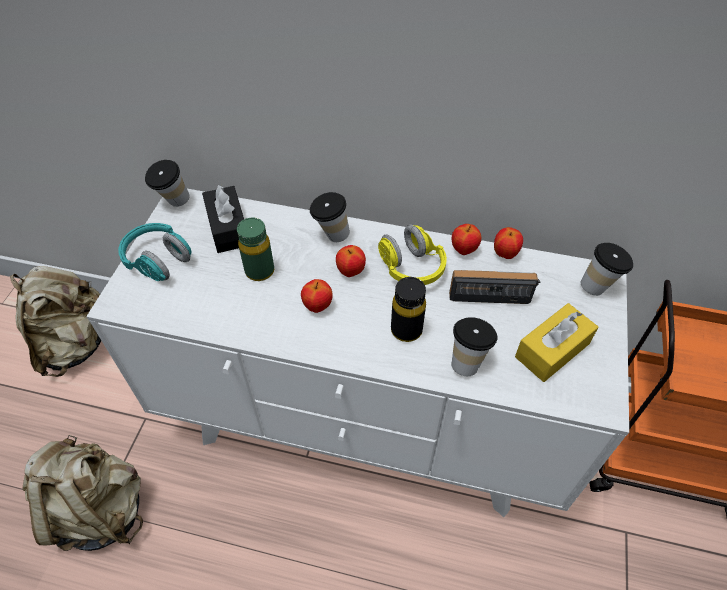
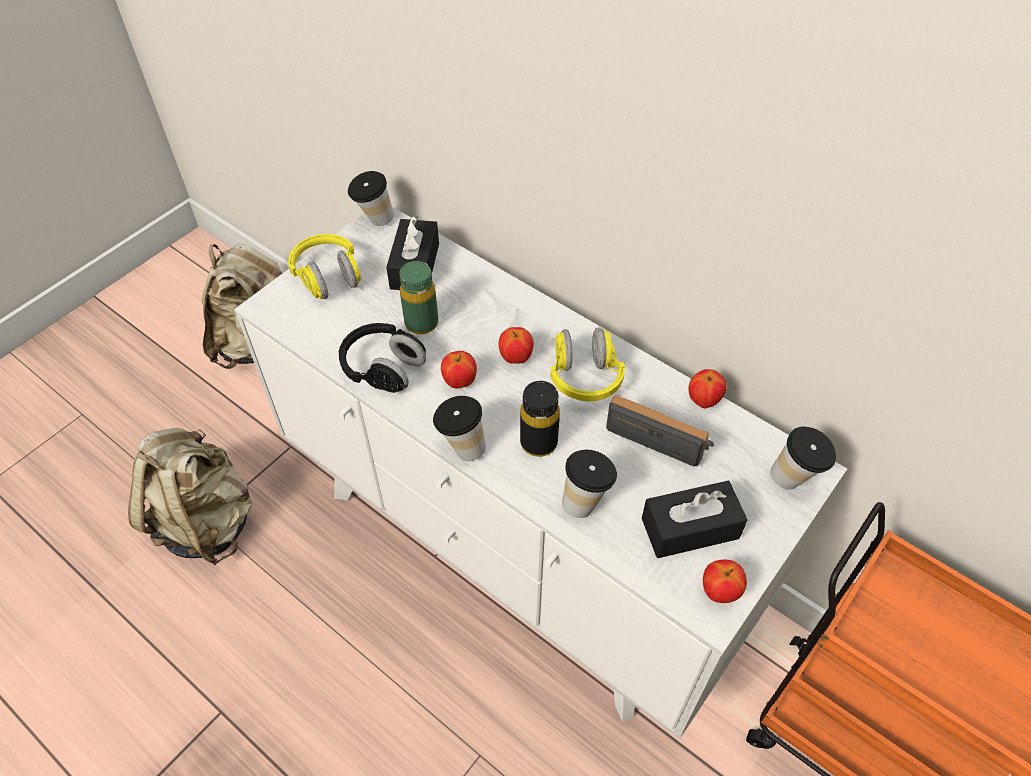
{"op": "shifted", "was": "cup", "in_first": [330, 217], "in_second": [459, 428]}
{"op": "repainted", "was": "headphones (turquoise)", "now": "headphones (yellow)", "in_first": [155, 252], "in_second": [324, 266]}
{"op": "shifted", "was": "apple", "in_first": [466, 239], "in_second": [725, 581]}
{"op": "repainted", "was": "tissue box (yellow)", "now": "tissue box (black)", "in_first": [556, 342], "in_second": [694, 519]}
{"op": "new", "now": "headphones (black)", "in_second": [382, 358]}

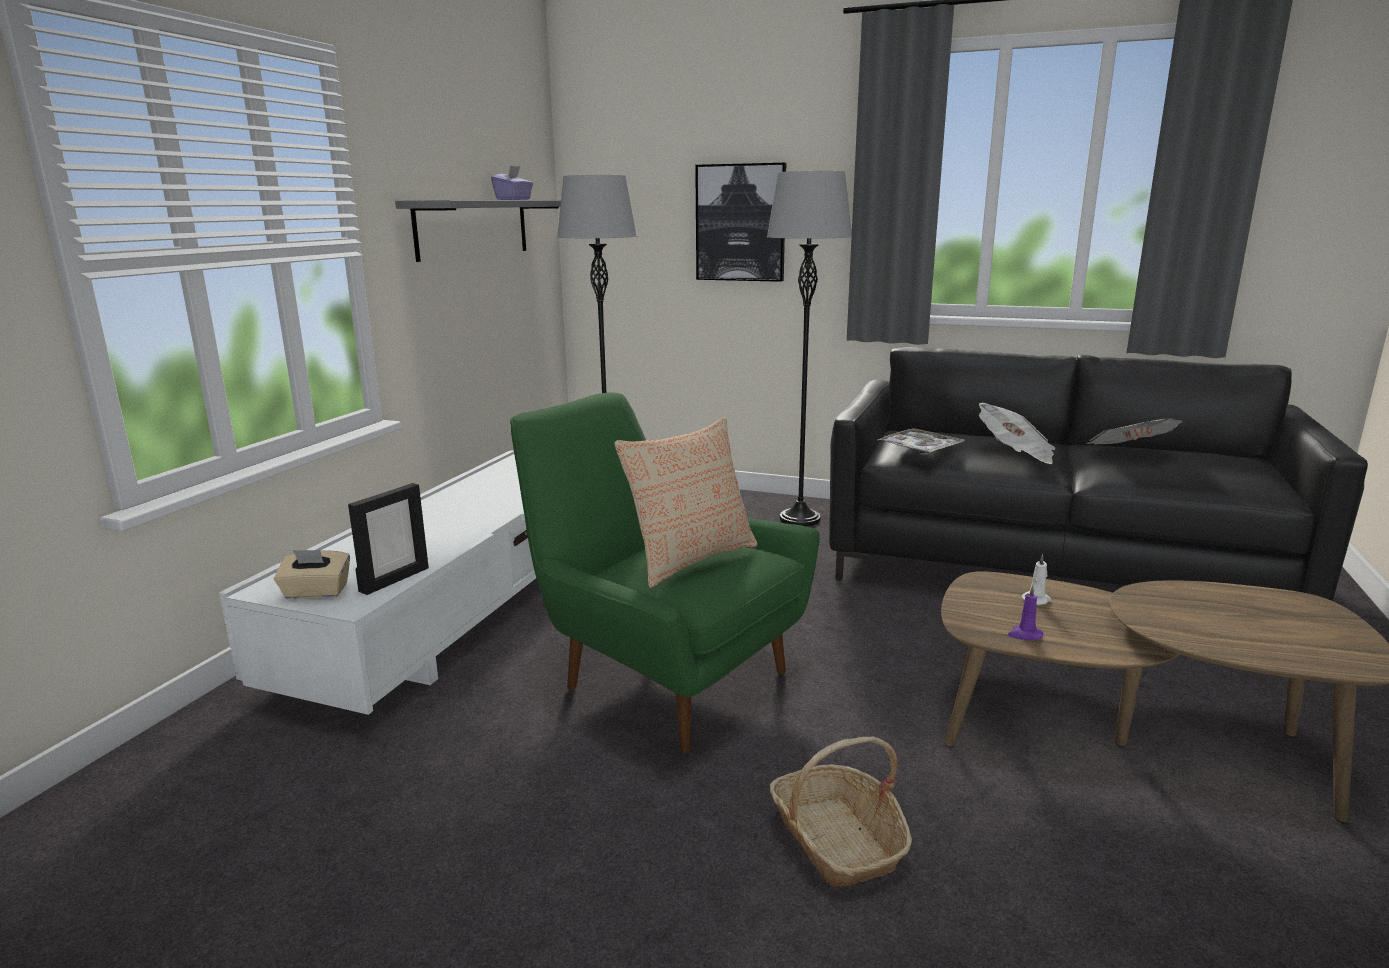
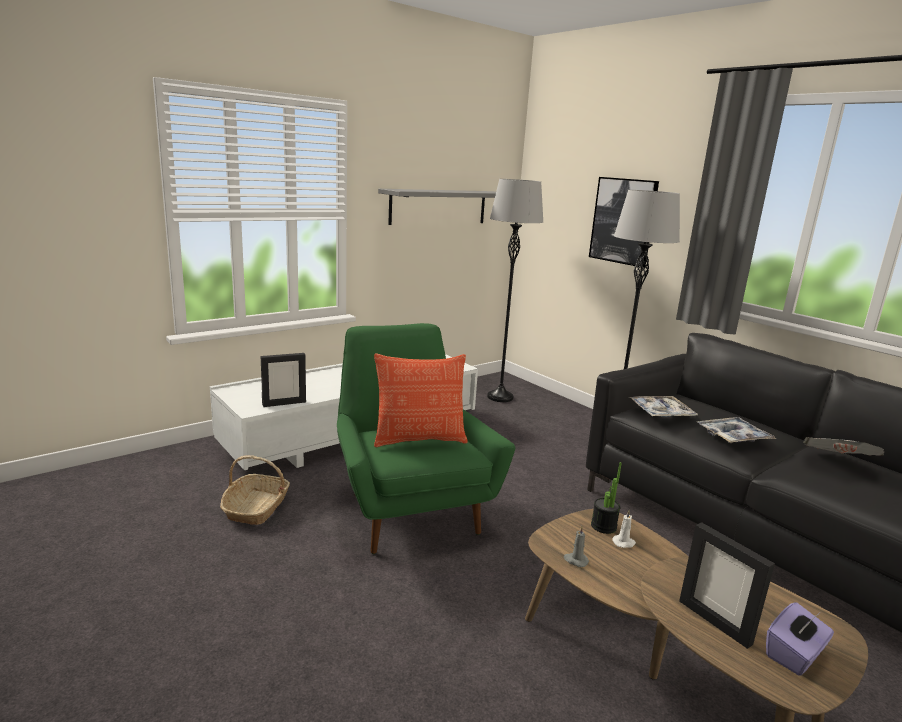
{"op": "shifted", "was": "tissue box (purple)", "in_first": [512, 182], "in_second": [800, 639]}
{"op": "swapped", "was": "newspaper", "now": "tray", "in_first": [1017, 433], "in_second": [736, 430]}
{"op": "repainted", "was": "pillow (beige)", "now": "pillow (orange)", "in_first": [686, 502], "in_second": [421, 400]}
{"op": "gone", "was": "tissue box (beige)", "in_first": [312, 574]}
{"op": "repainted", "was": "candle (purple)", "now": "candle (grey)", "in_first": [1025, 612], "in_second": [576, 546]}
{"op": "shifted", "was": "basket", "in_first": [841, 811], "in_second": [255, 490]}
{"op": "new", "now": "potted plant", "in_second": [606, 498]}
{"op": "new", "now": "picture frame", "in_second": [727, 585]}

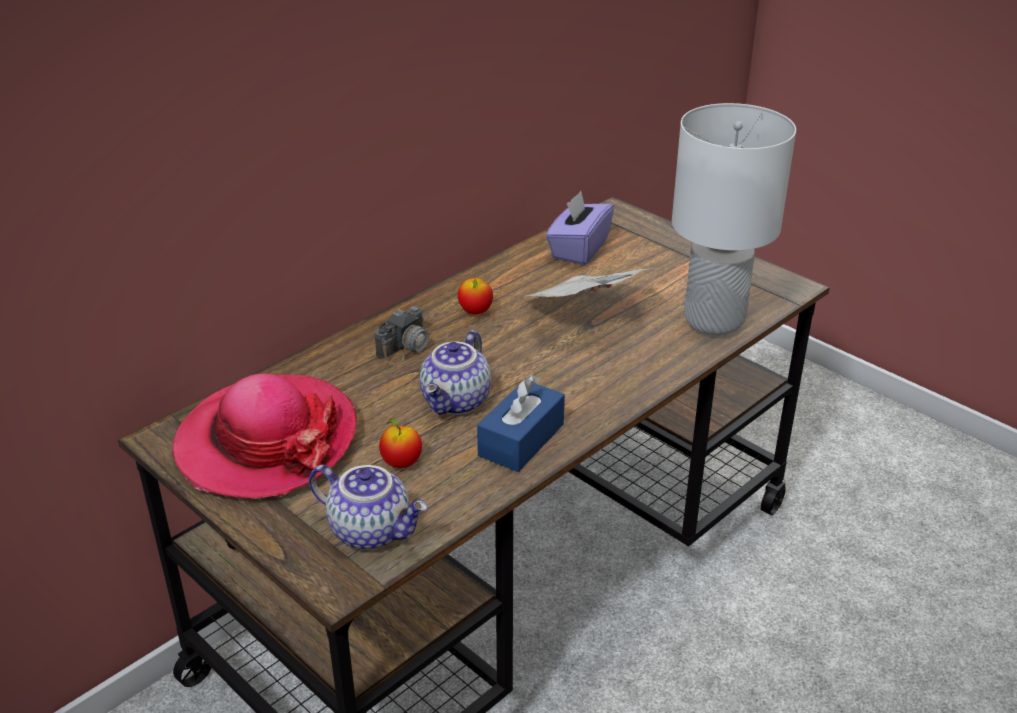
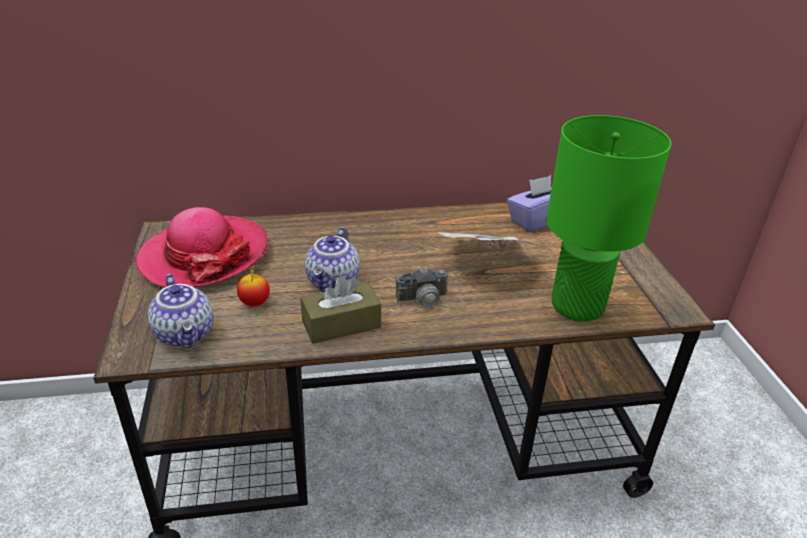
{"op": "repainted", "was": "table lamp (white)", "now": "table lamp (green)", "in_first": [734, 219], "in_second": [608, 218]}
{"op": "gone", "was": "apple", "in_first": [475, 296]}
{"op": "shifted", "was": "photo camera", "in_first": [412, 335], "in_second": [429, 288]}
{"op": "rotated", "was": "teapot", "in_first": [455, 372], "in_second": [332, 259], "clockwise": -45}
{"op": "repainted", "was": "tissue box (blue)", "now": "tissue box (brown)", "in_first": [521, 423], "in_second": [340, 310]}

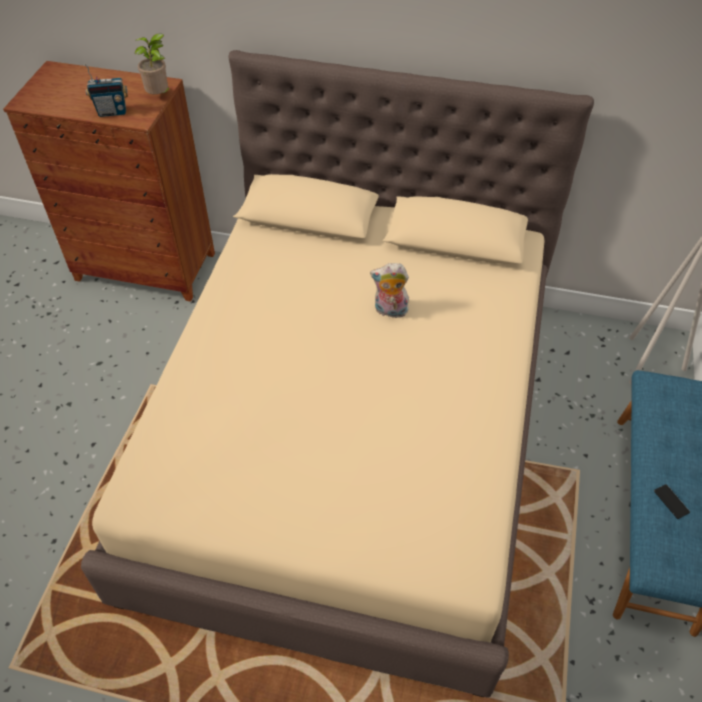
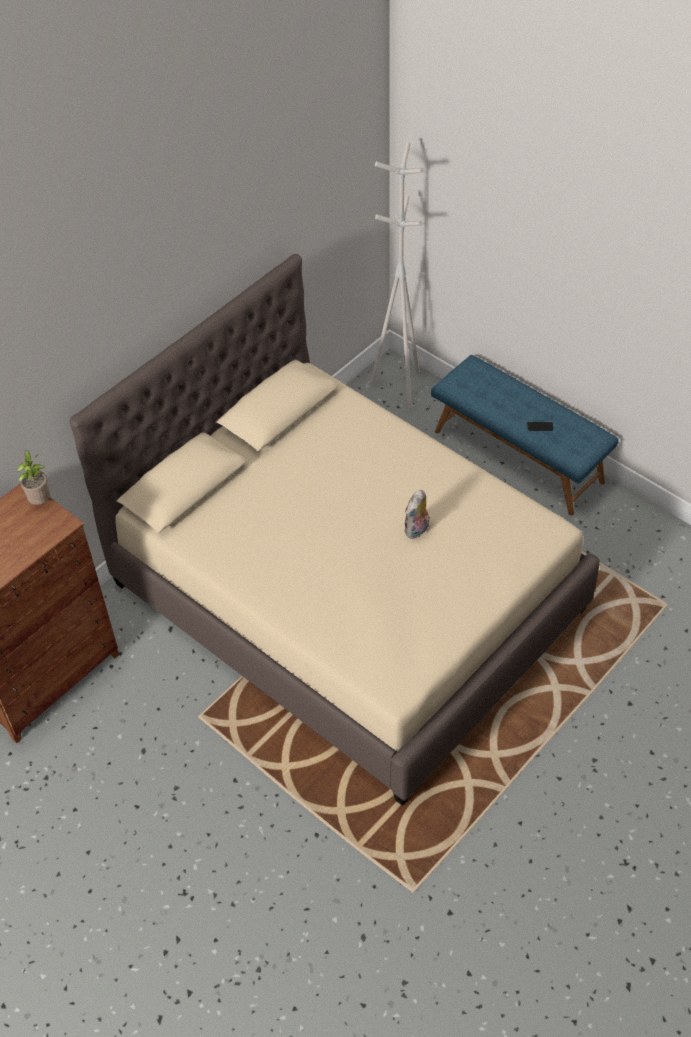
{"op": "gone", "was": "radio", "in_first": [106, 90]}
{"op": "shifted", "was": "plush toy", "in_first": [389, 290], "in_second": [417, 514]}

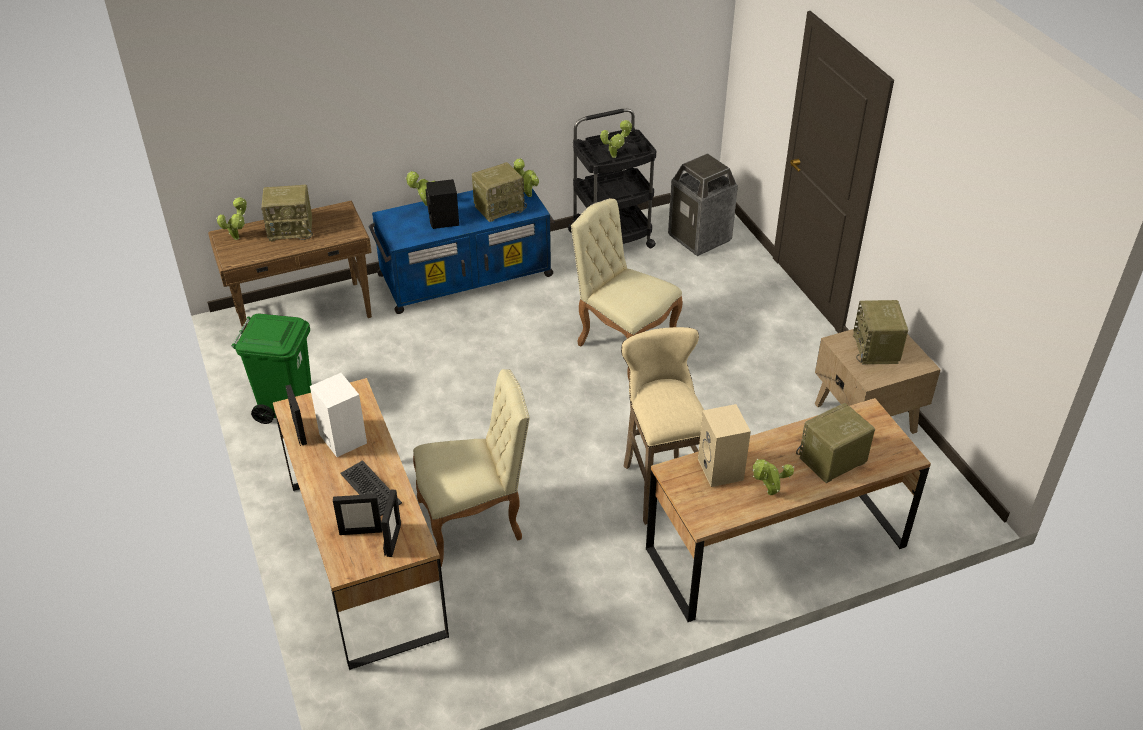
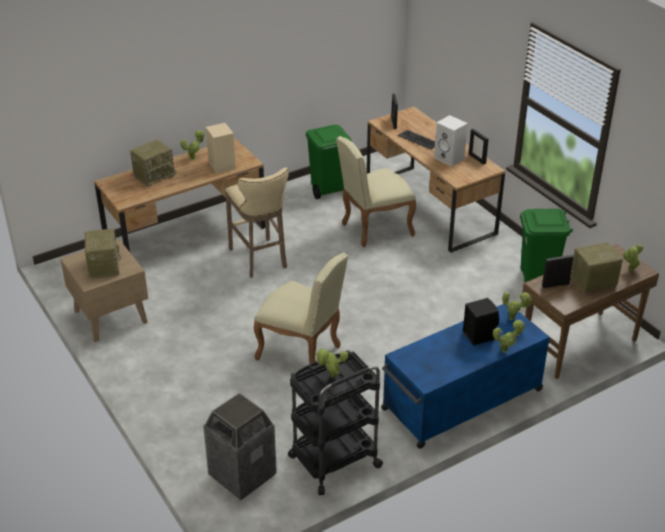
{"op": "shifted", "was": "potted plant", "in_first": [526, 177], "in_second": [517, 306]}
{"op": "gone", "was": "radio", "in_first": [499, 192]}
{"op": "shifted", "was": "picture frame", "in_first": [357, 514], "in_second": [558, 271]}
{"op": "new", "now": "trash can (green)", "in_second": [329, 162]}

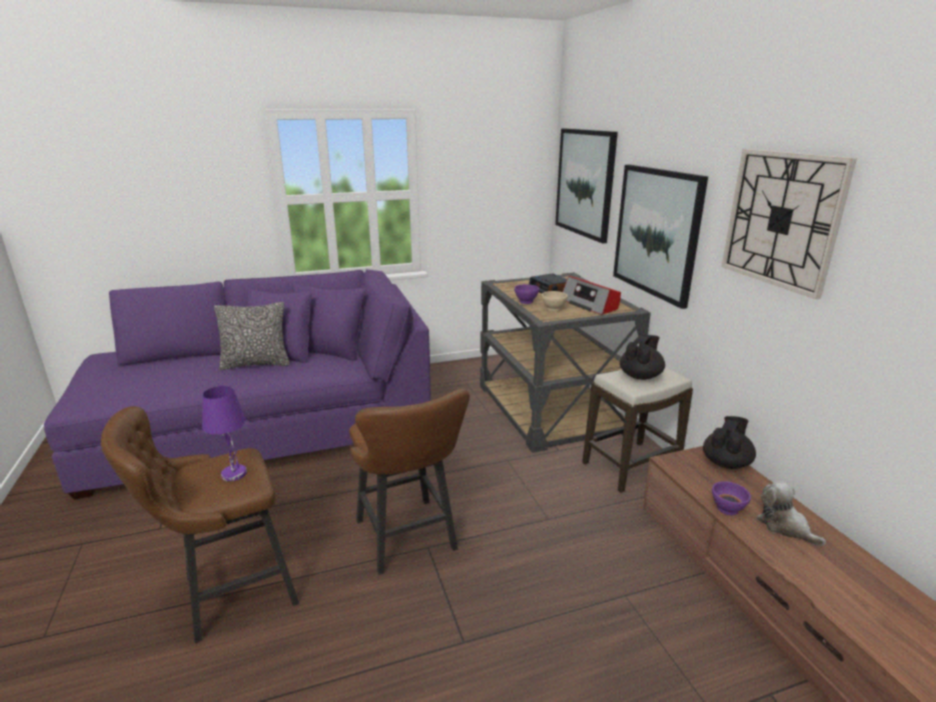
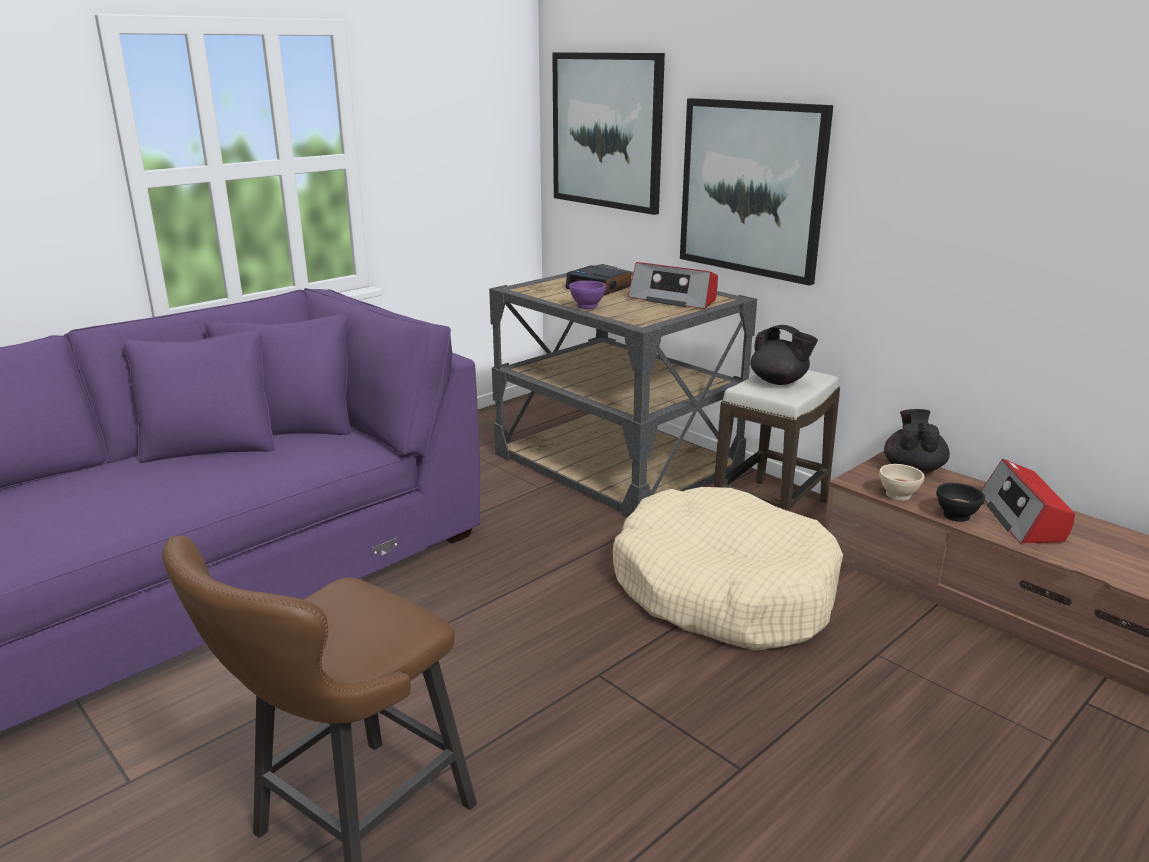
{"op": "gone", "was": "wall clock", "in_first": [789, 224]}
{"op": "shifted", "was": "bowl (beige)", "in_first": [555, 301], "in_second": [902, 482]}
{"op": "gone", "was": "pillow", "in_first": [252, 336]}
{"op": "rotated", "was": "teapot (black)", "in_first": [642, 357], "in_second": [784, 355], "clockwise": 120}
{"op": "gone", "was": "table lamp (purple)", "in_first": [224, 433]}
{"op": "gone", "was": "stool (brown)", "in_first": [409, 482]}
{"op": "repainted", "was": "bowl (purple)", "now": "bowl (black)", "in_first": [731, 498], "in_second": [960, 502]}
{"op": "swapped", "was": "plush toy", "now": "radio", "in_first": [791, 513], "in_second": [1028, 501]}
{"op": "new", "now": "dog bed (beige)", "in_second": [728, 569]}

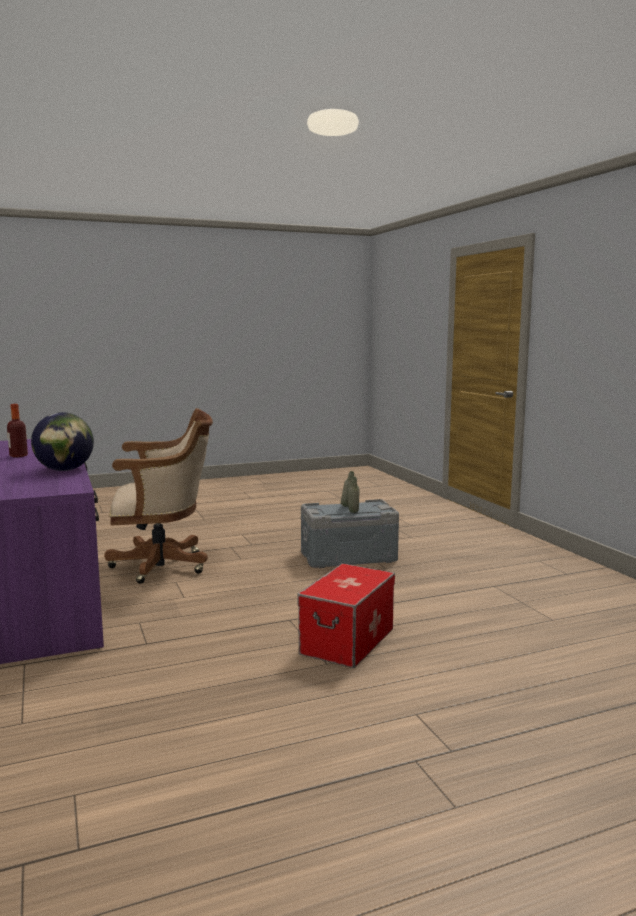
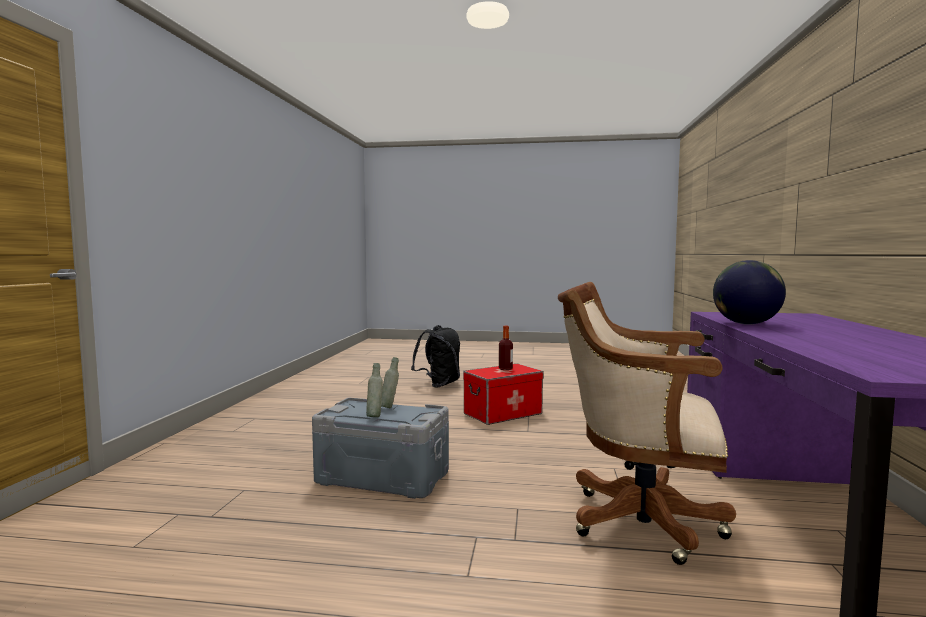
{"op": "shifted", "was": "bottle", "in_first": [17, 430], "in_second": [506, 348]}
{"op": "new", "now": "backpack (black)", "in_second": [435, 356]}

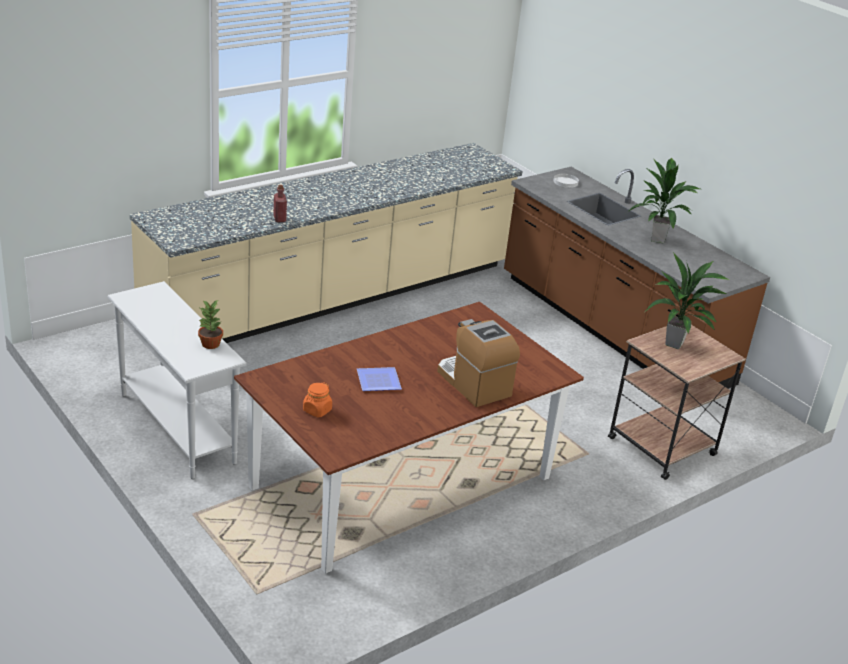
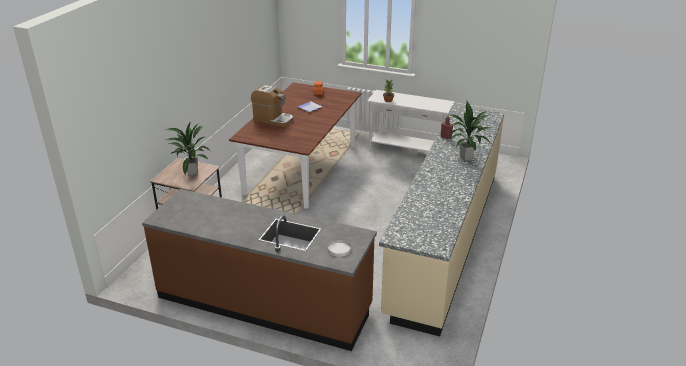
{"op": "shifted", "was": "potted plant", "in_first": [664, 200], "in_second": [468, 131]}

